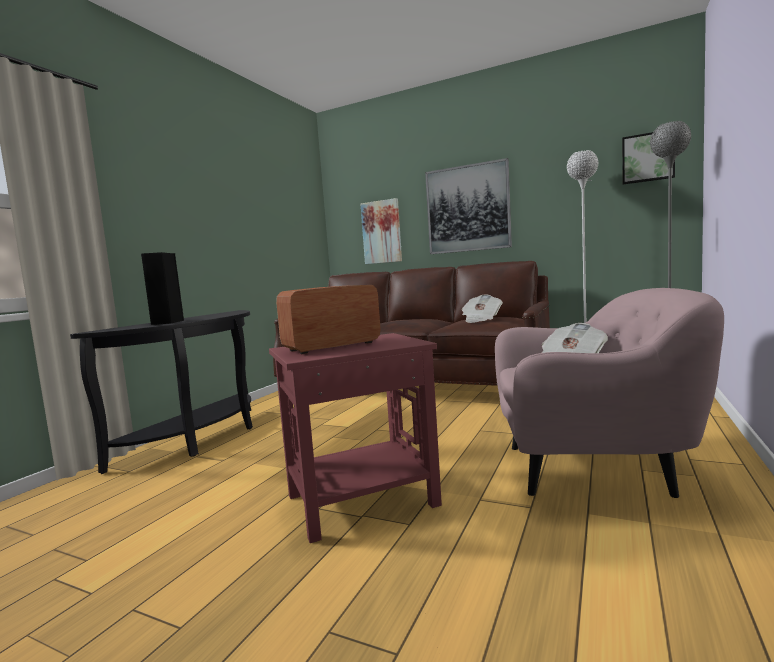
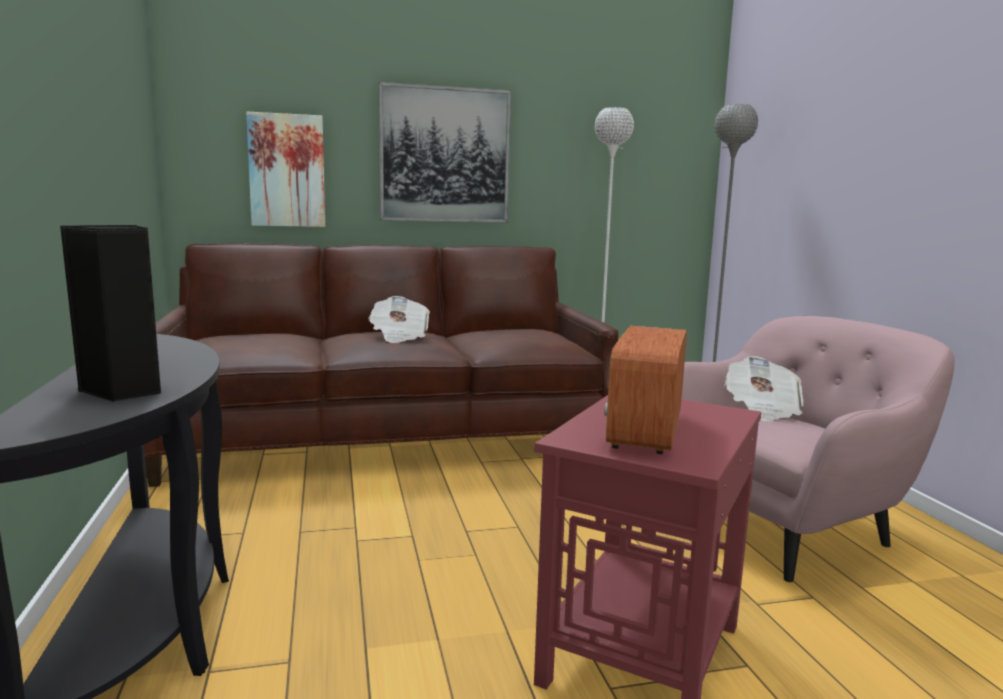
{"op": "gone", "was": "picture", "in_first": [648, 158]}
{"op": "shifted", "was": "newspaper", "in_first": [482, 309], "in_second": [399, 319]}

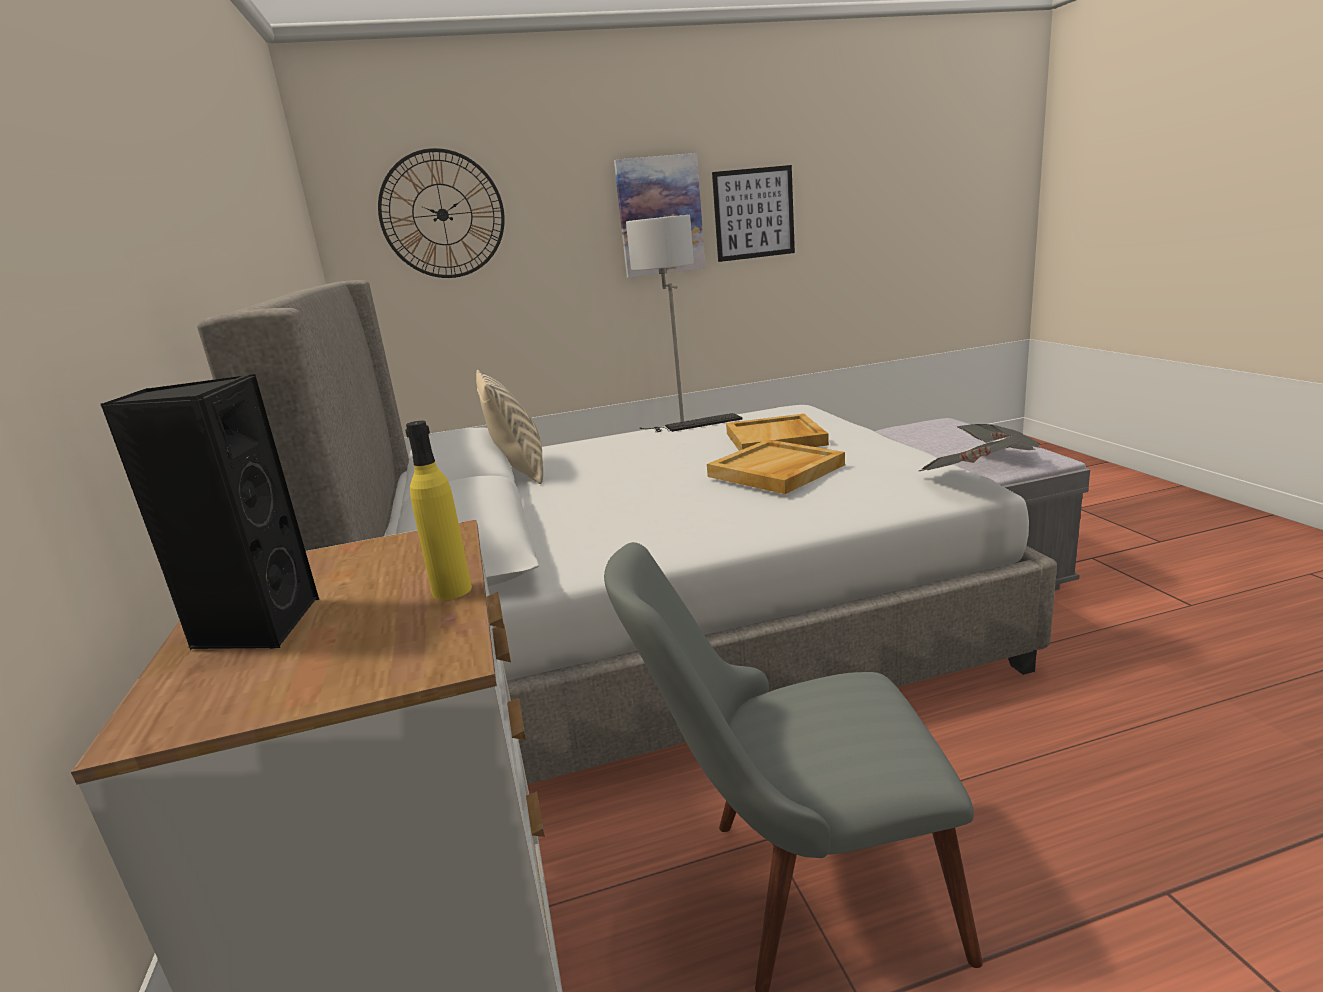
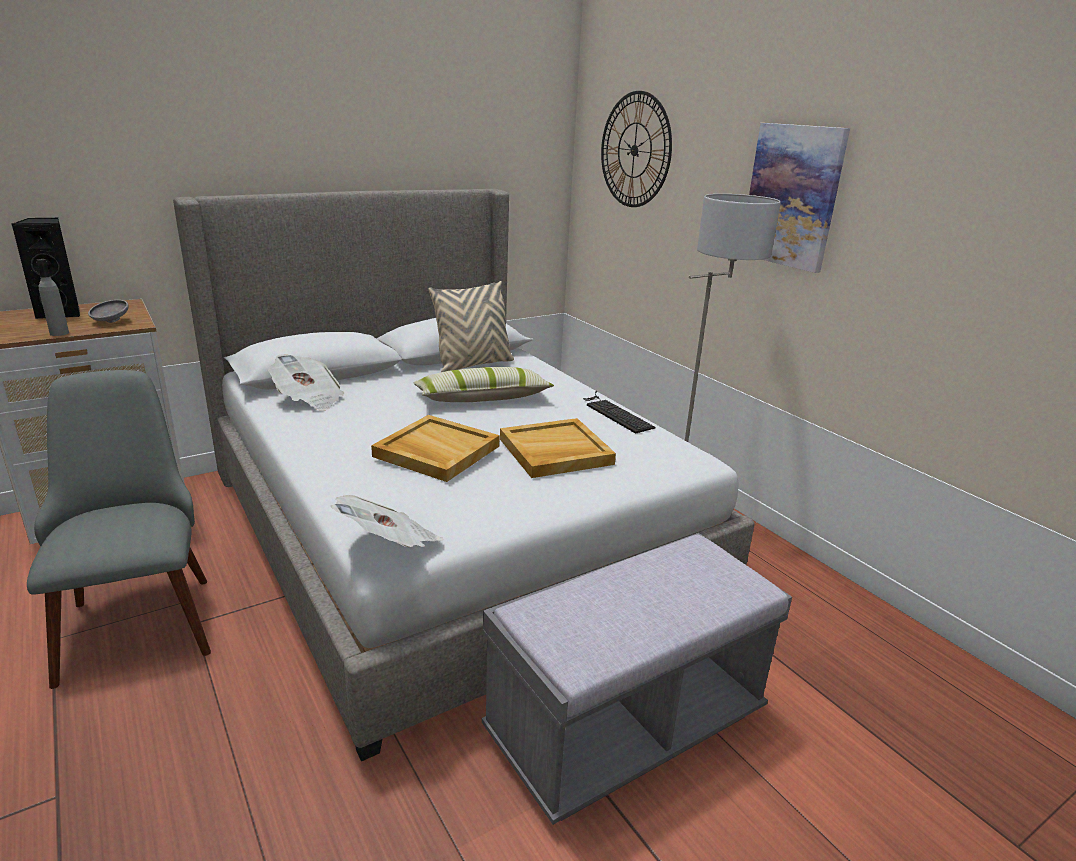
{"op": "gone", "was": "picture", "in_first": [753, 213]}
{"op": "repainted", "was": "bottle (yellow)", "now": "bottle (grey)", "in_first": [438, 510], "in_second": [52, 297]}
{"op": "shifted", "was": "newspaper", "in_first": [999, 437], "in_second": [306, 382]}
{"op": "new", "now": "bowl (grey)", "in_second": [108, 311]}
{"op": "new", "now": "pillow", "in_second": [483, 384]}

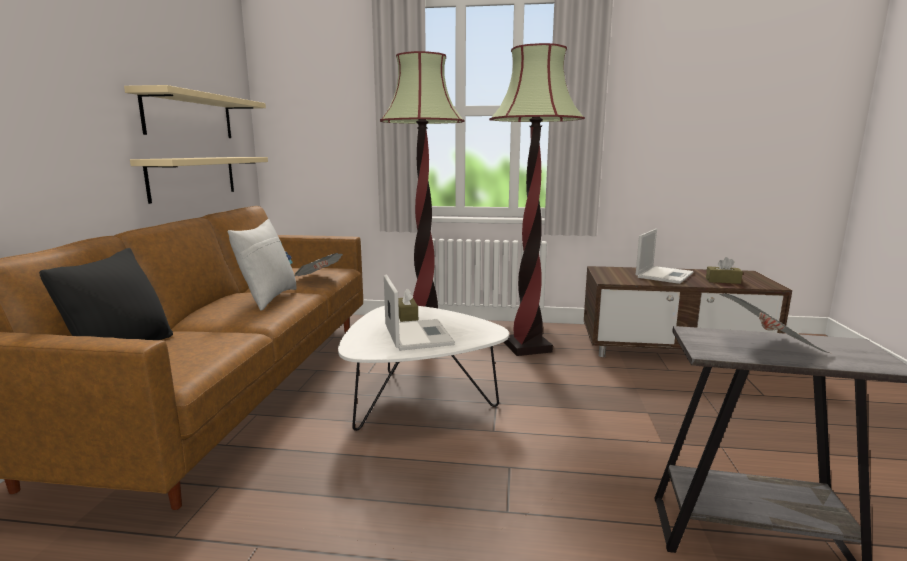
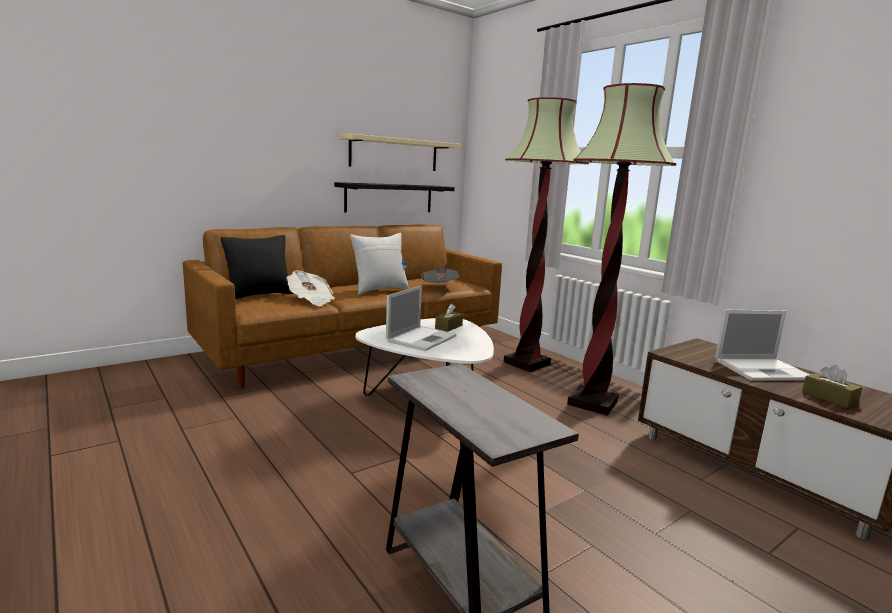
{"op": "repainted", "was": "shelf (beige)", "now": "shelf (black)", "in_first": [199, 180], "in_second": [394, 197]}
{"op": "shifted", "was": "newspaper", "in_first": [774, 323], "in_second": [310, 288]}

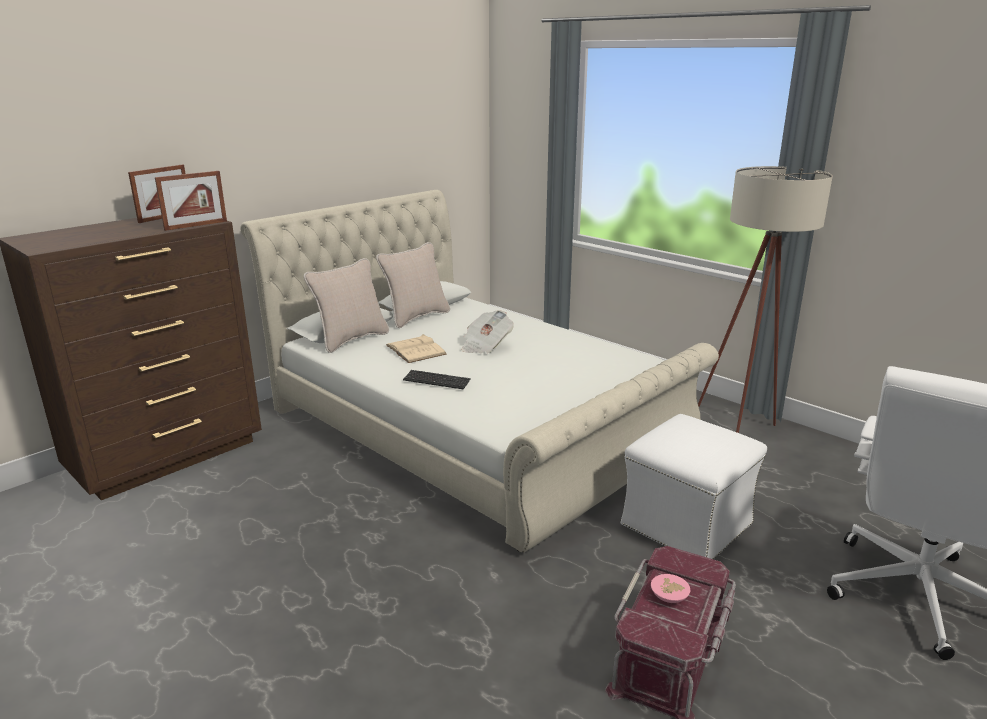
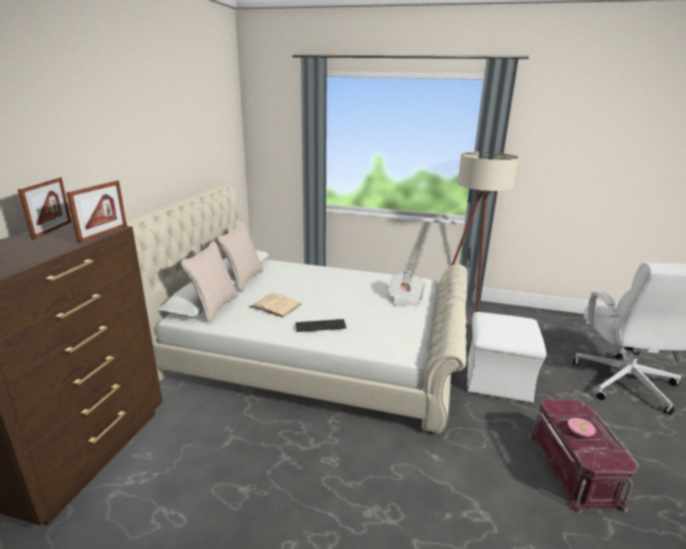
{"op": "shifted", "was": "newspaper", "in_first": [487, 331], "in_second": [406, 289]}

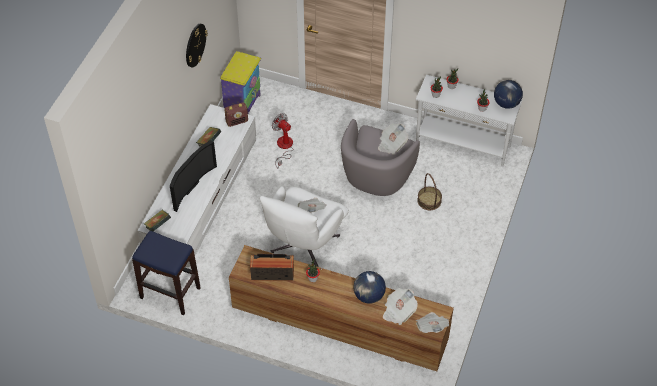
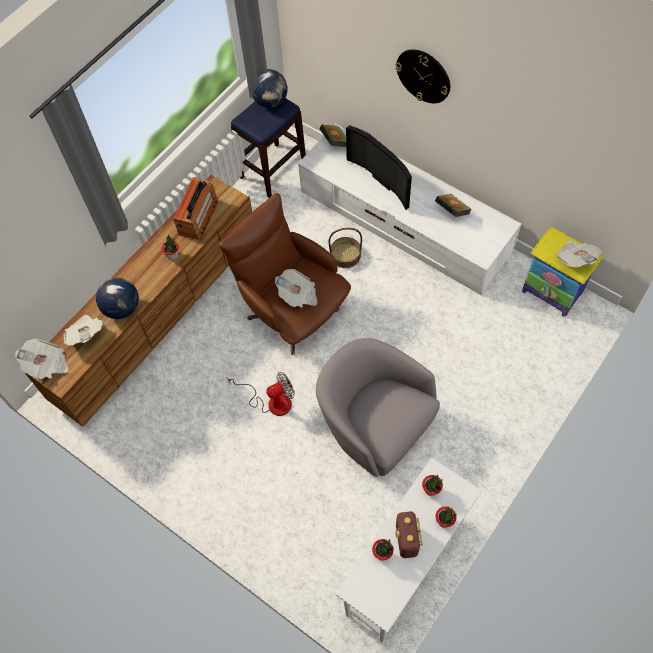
{"op": "shifted", "was": "wall clock", "in_first": [197, 46], "in_second": [422, 76]}
{"op": "shifted", "was": "globe", "in_first": [508, 94], "in_second": [270, 88]}
{"op": "shifted", "was": "radio", "in_first": [236, 114], "in_second": [409, 534]}
{"op": "shifted", "was": "fan", "in_first": [283, 140], "in_second": [261, 394]}
{"op": "shifted", "was": "newspaper", "in_first": [393, 139], "in_second": [578, 254]}
{"op": "shifted", "was": "basket", "in_first": [429, 191], "in_second": [345, 248]}
{"op": "repainted", "was": "armchair (white)", "now": "armchair (brown)", "in_first": [304, 226], "in_second": [285, 274]}

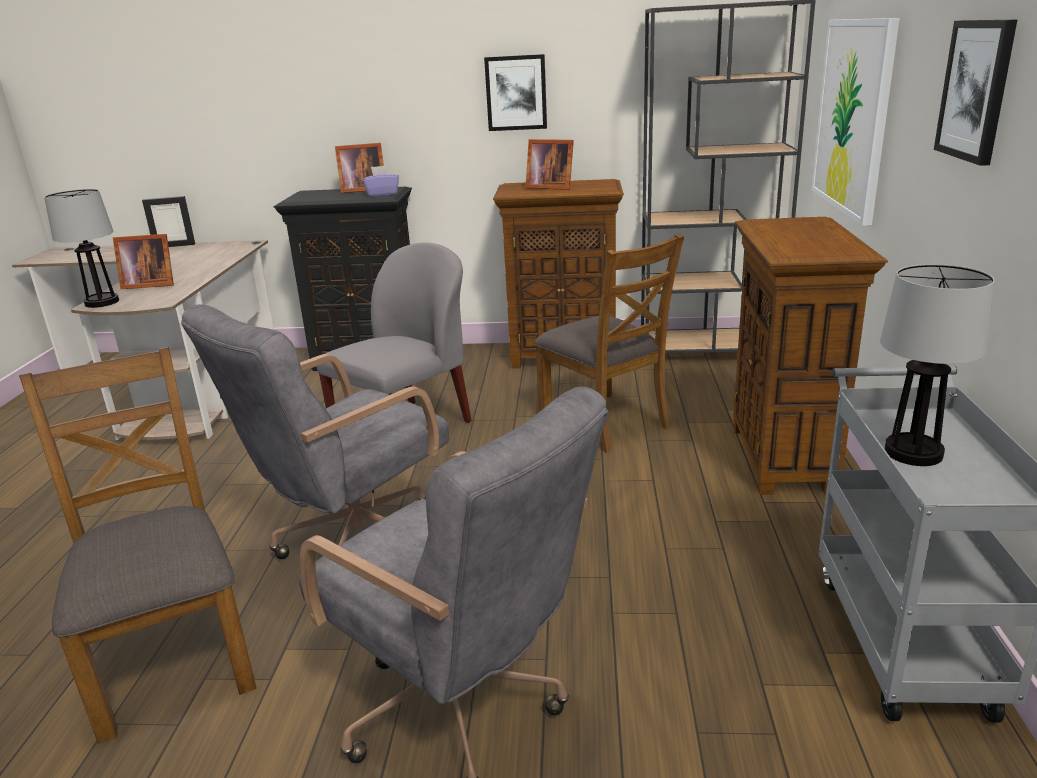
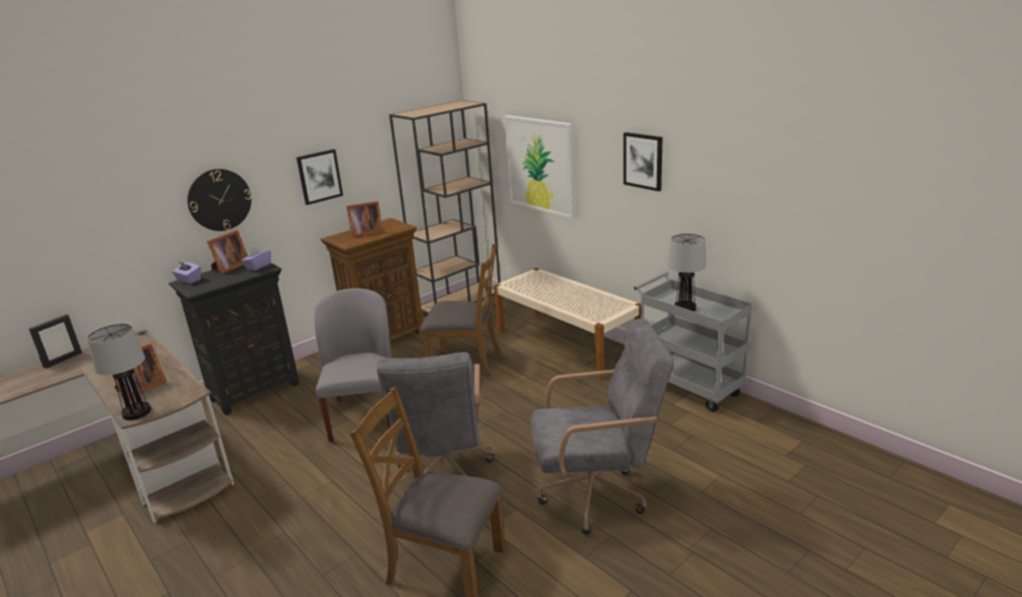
{"op": "swapped", "was": "cabinet (brown)", "now": "bench (beige)", "in_first": [810, 356], "in_second": [567, 324]}
{"op": "new", "now": "wall clock", "in_second": [219, 200]}
{"op": "new", "now": "tissue box (purple)", "in_second": [186, 273]}

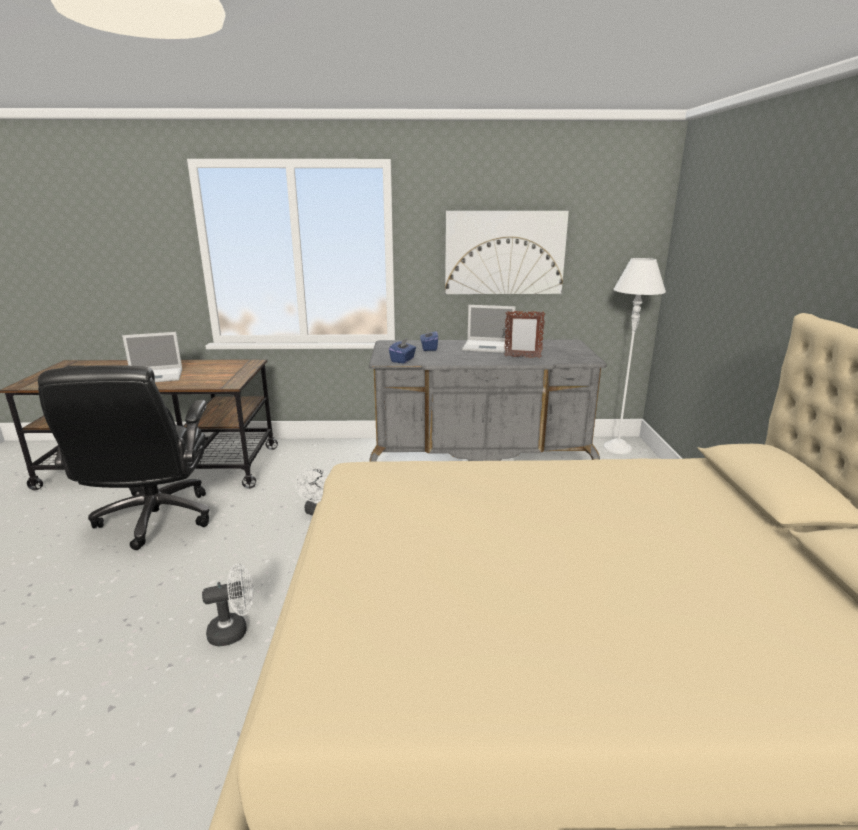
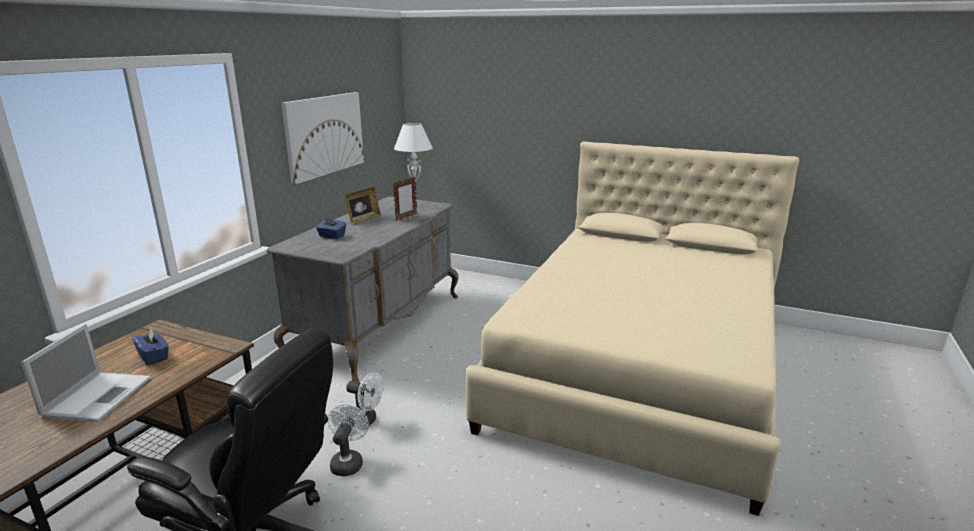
{"op": "swapped", "was": "laptop", "now": "picture frame", "in_first": [489, 329], "in_second": [363, 205]}
{"op": "shifted", "was": "tissue box (blue)", "in_first": [402, 350], "in_second": [150, 346]}
{"op": "shifted", "was": "fan (white)", "in_first": [228, 605], "in_second": [348, 440]}

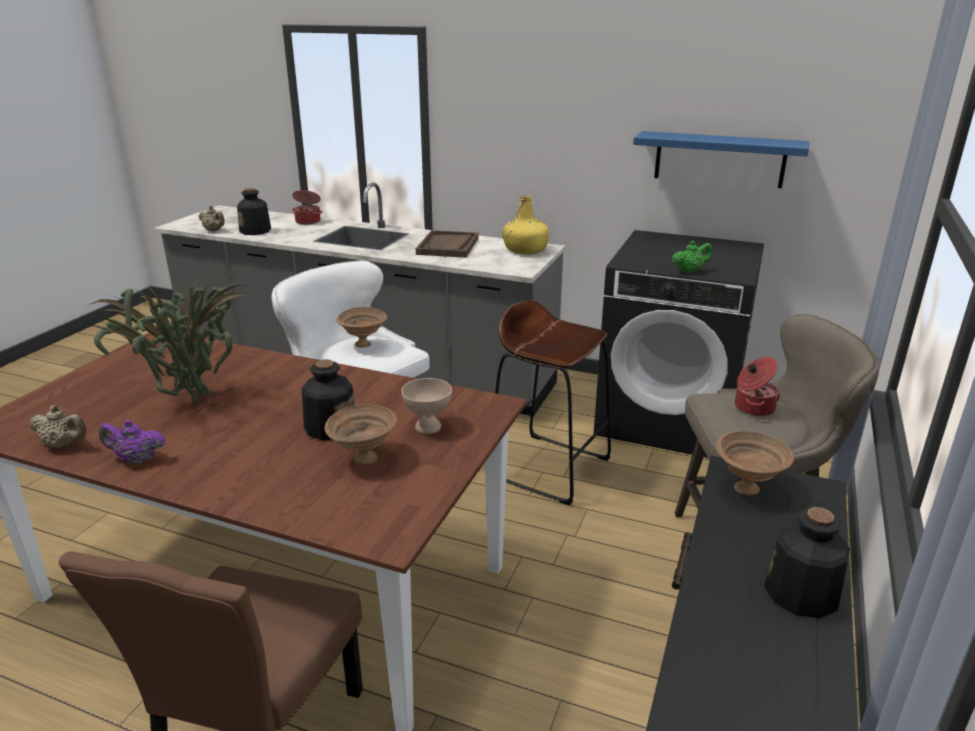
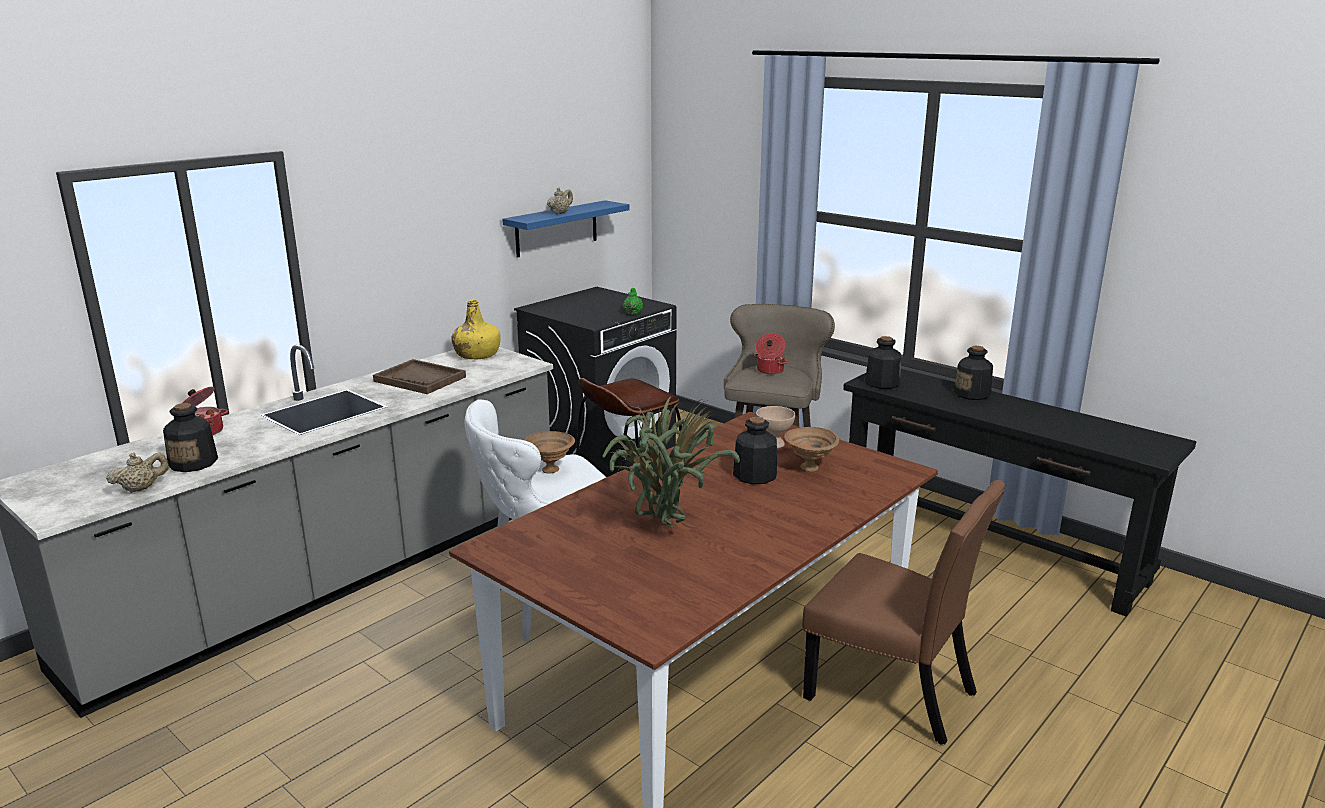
{"op": "shifted", "was": "teapot (beige)", "in_first": [58, 426], "in_second": [560, 201]}
{"op": "gone", "was": "teapot (purple)", "in_first": [132, 442]}
{"op": "swapped", "was": "bowl (brown)", "now": "bottle", "in_first": [755, 463], "in_second": [883, 362]}

